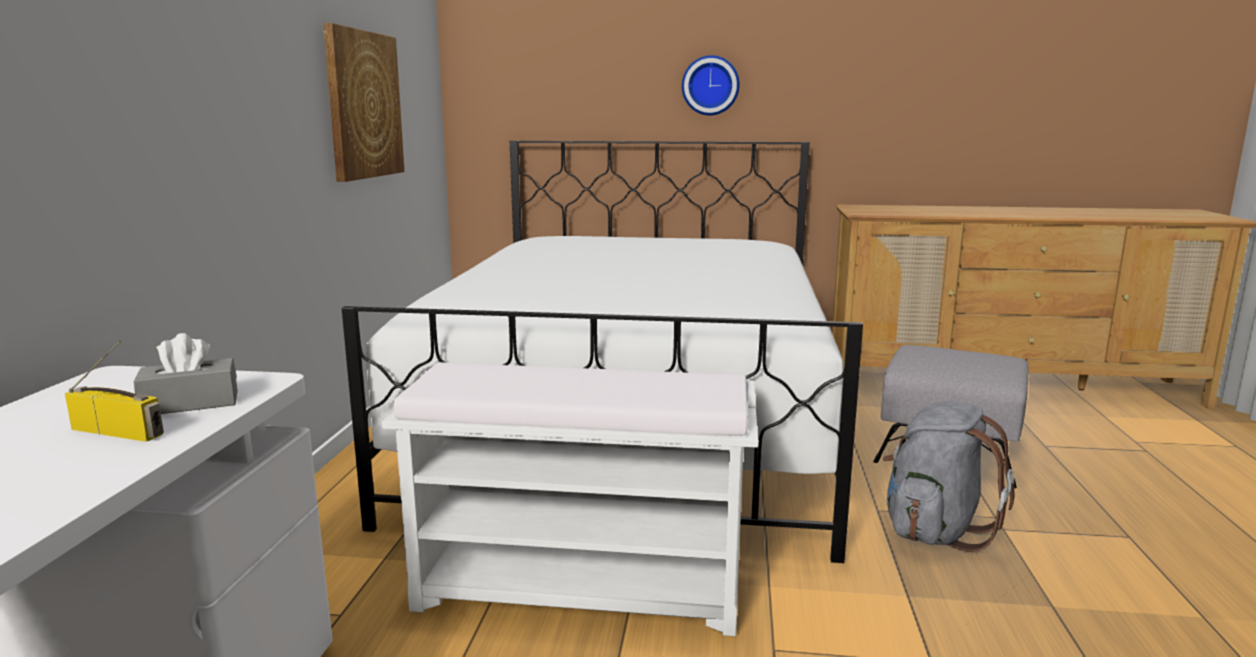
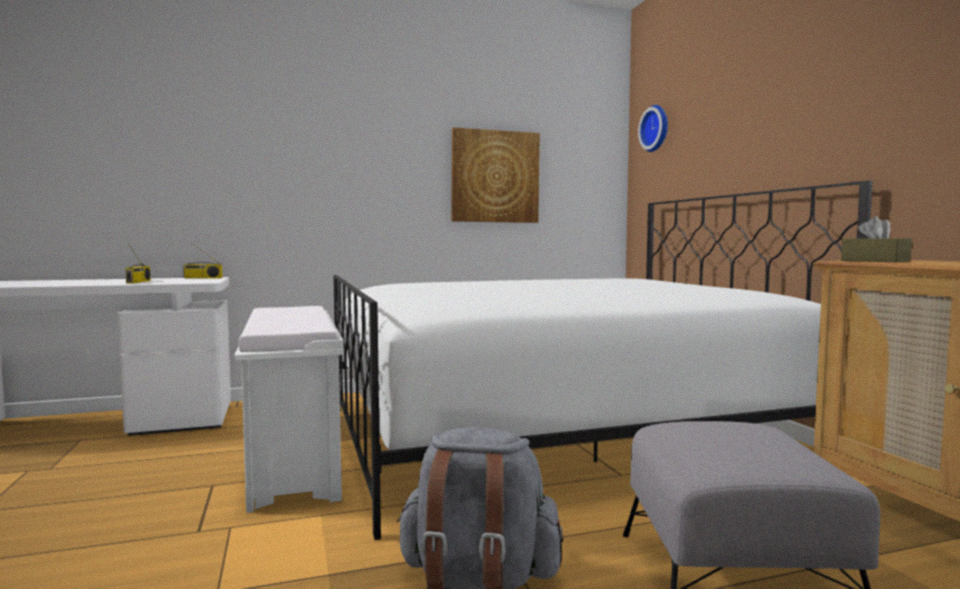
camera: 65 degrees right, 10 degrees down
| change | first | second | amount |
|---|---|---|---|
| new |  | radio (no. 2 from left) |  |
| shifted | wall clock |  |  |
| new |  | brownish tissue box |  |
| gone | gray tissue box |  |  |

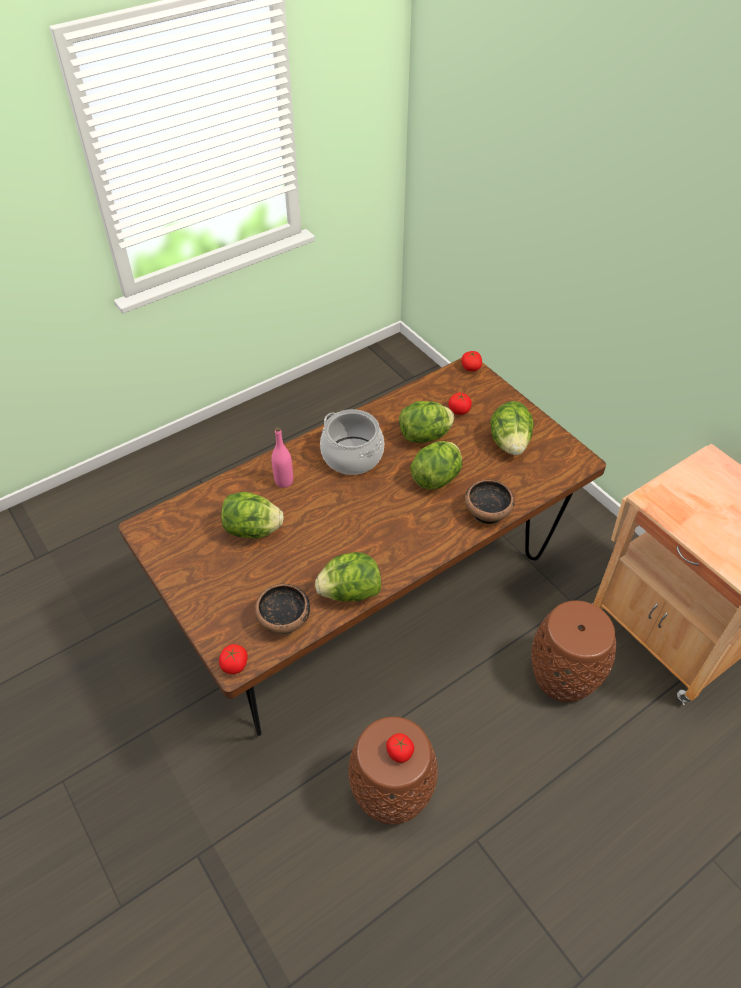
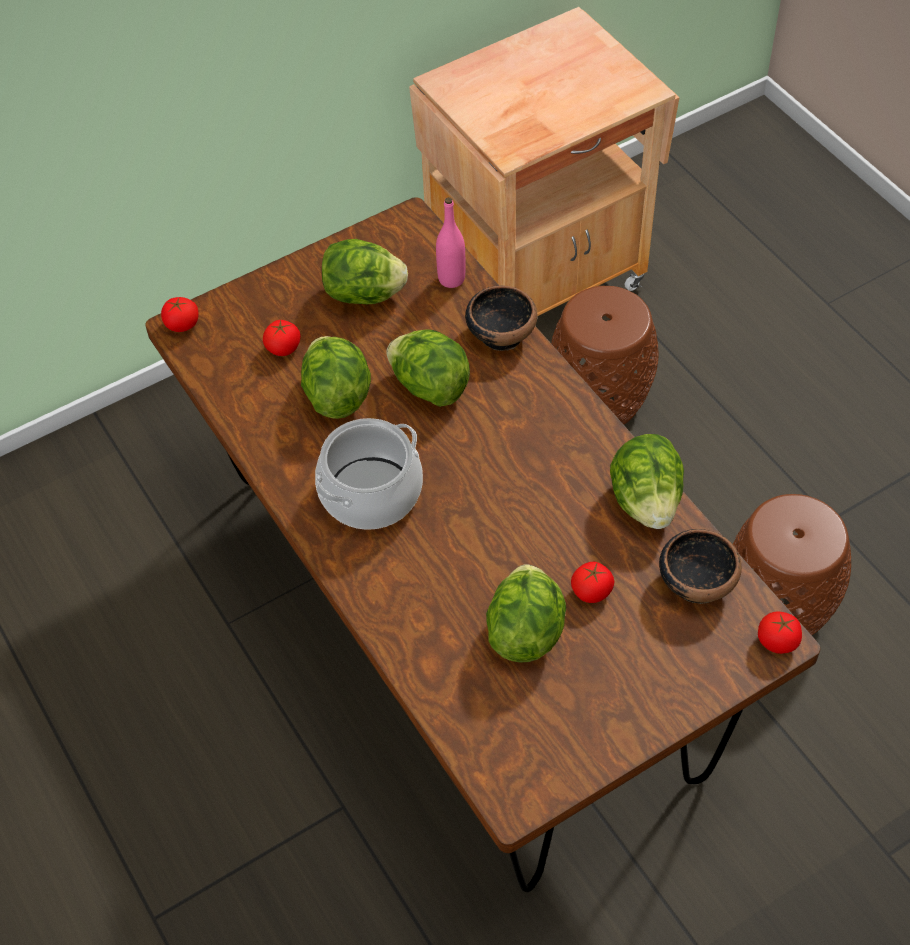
camera: 85 degrees left, 5 degrees up
| change | first | second | amount |
|---|---|---|---|
| shifted | pink drink bottle |  |  |
| shifted | fresh tomato (no. 2 from left in the first image) | fresh tomato (no. 3 from left) |  |

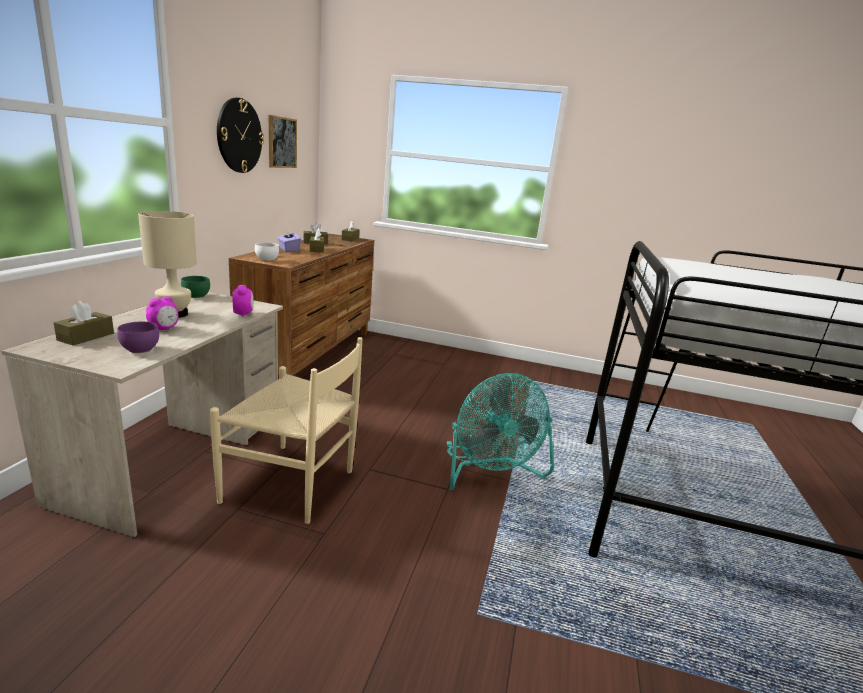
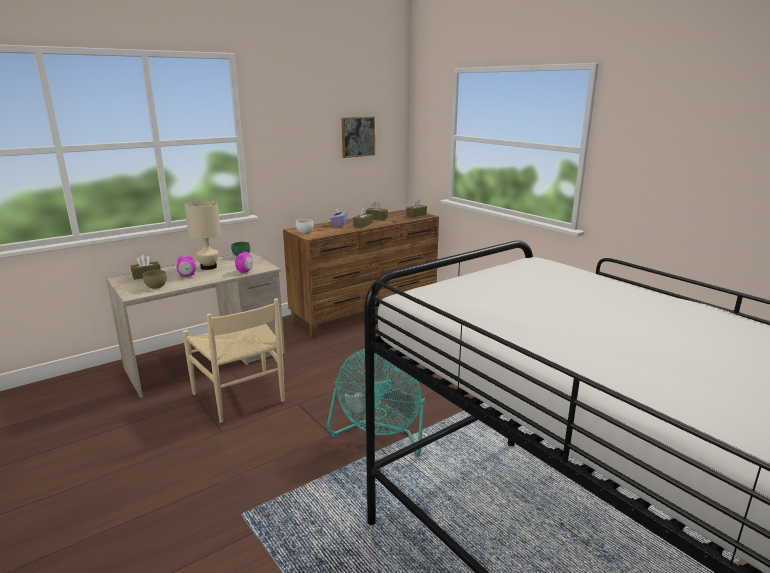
camera: 40 degrees right, 0 degrees up
| change | first | second | amount |
|---|---|---|---|
| repainted | purple-coloured serving bowl | brownish serving bowl |  |
| gone | wall clock |  |  |

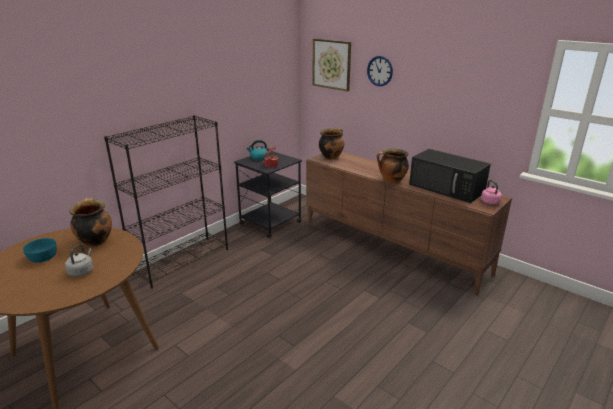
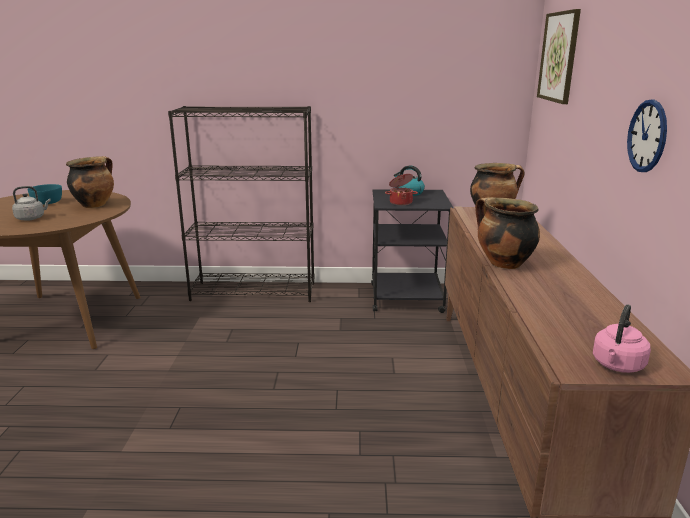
camera: 50 degrees right, 5 degrees down
| change | first | second | amount |
|---|---|---|---|
| shifted | wall clock |  |  |
| gone | black-coloured kitchen microwave |  |  |

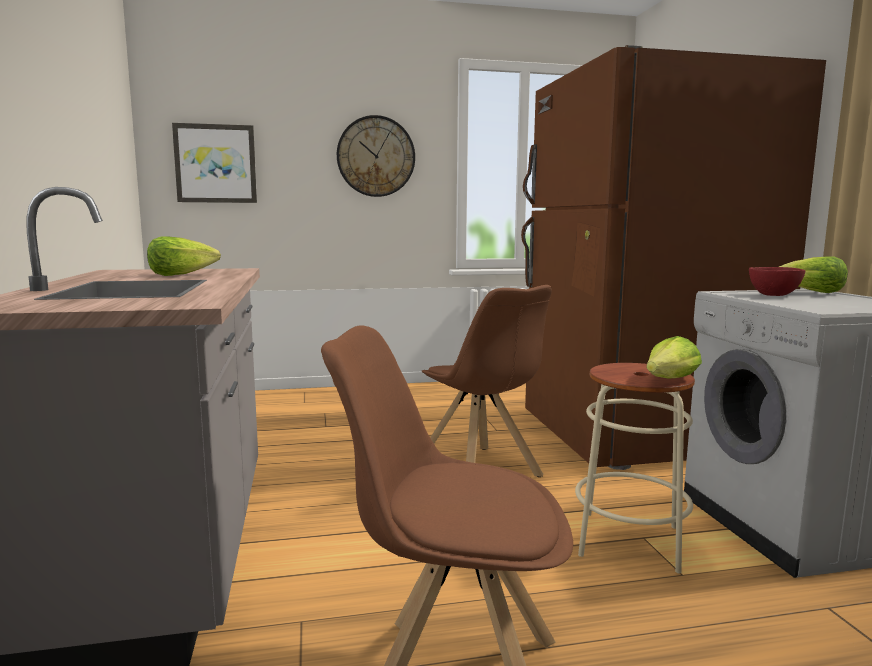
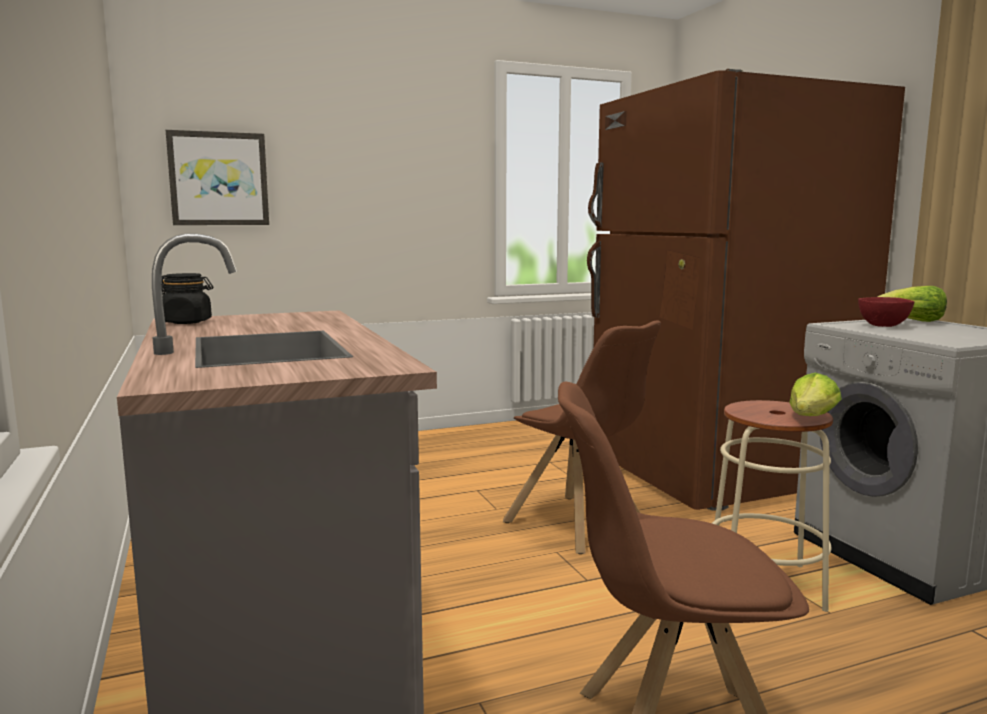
camera: 10 degrees left, 0 degrees up
| change | first | second | amount |
|---|---|---|---|
| new |  | black-coloured jar |  |
| gone | head of lettuce (no. 1 from left) |  |  |
| gone | wall clock |  |  |

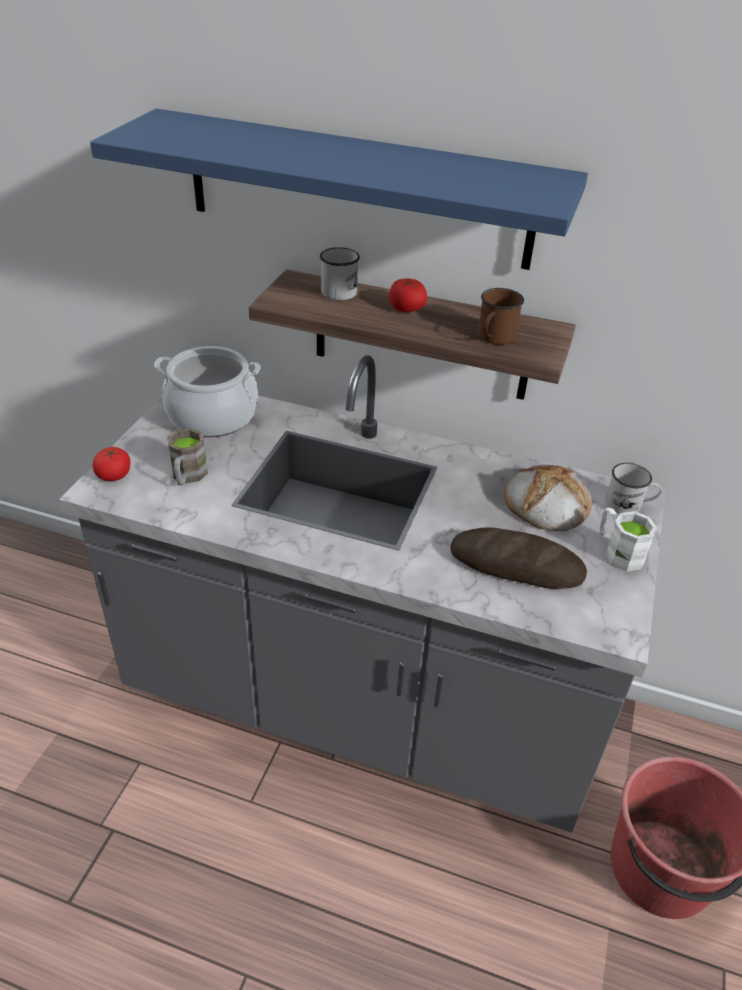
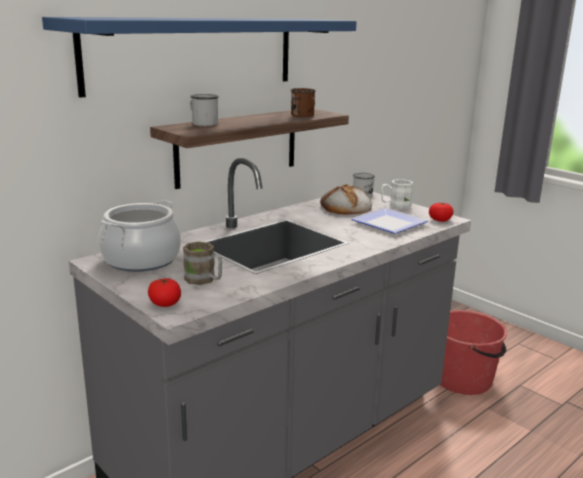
camera: 60 degrees left, 20 degrees down
| change | first | second | amount |
|---|---|---|---|
| swapped | bakery bread (no. 1 from left) | plate |  |
| shifted | fresh tomato (no. 2 from left) |  |  |

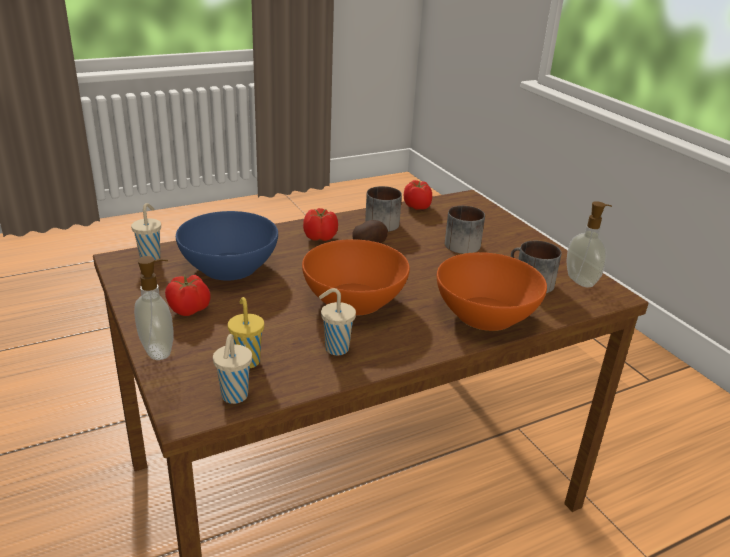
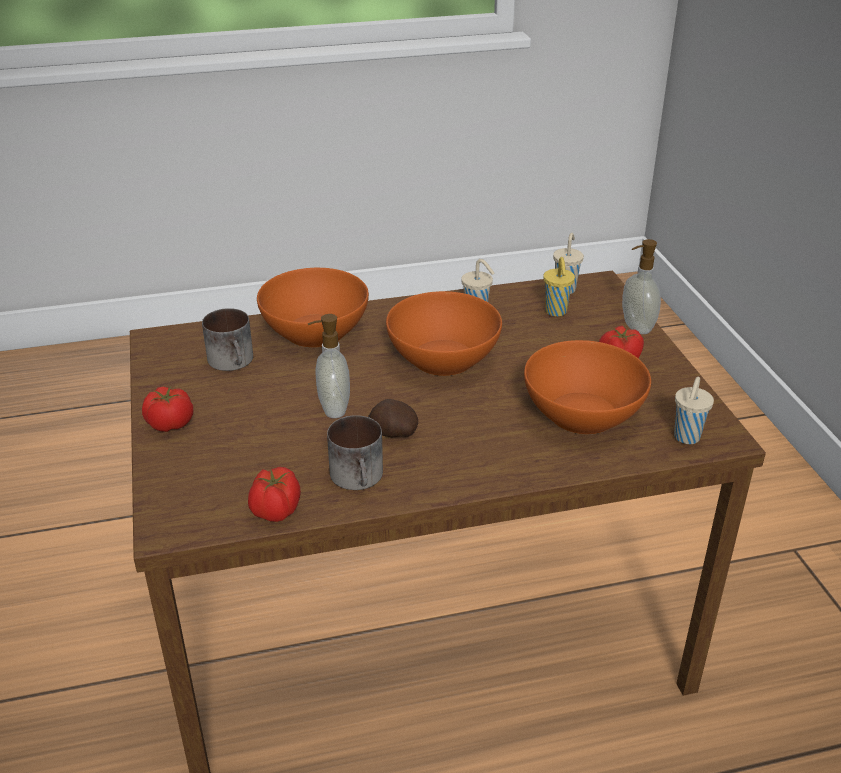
camera: 165 degrees left, 5 degrees up
| change | first | second | amount |
|---|---|---|---|
| shifted | fresh tomato (no. 2 from left in the first image) | fresh tomato (no. 1 from left) |  |
| shifted | soap dispenser (no. 2 from left in the first image) | soap dispenser (no. 1 from left) |  |
| repainted | blue serving bowl | orange-coloured serving bowl (no. 3 from left) |  |
| gone | mug (no. 2 from left) |  |  |

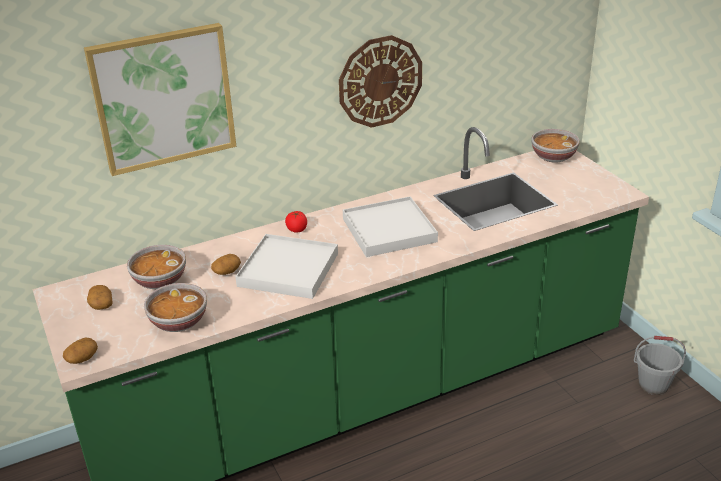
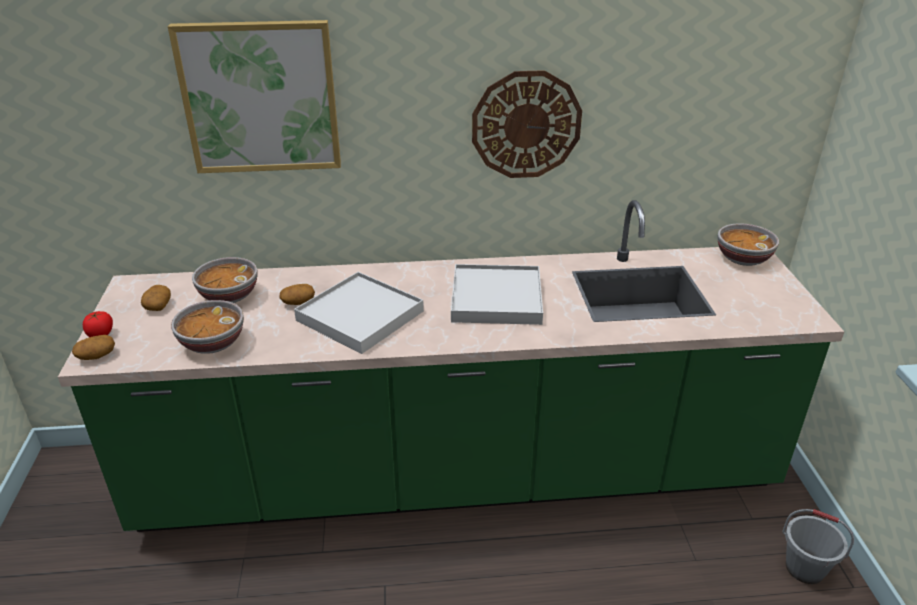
camera: 20 degrees right, 0 degrees up
| change | first | second | amount |
|---|---|---|---|
| shifted | fresh tomato |  |  |

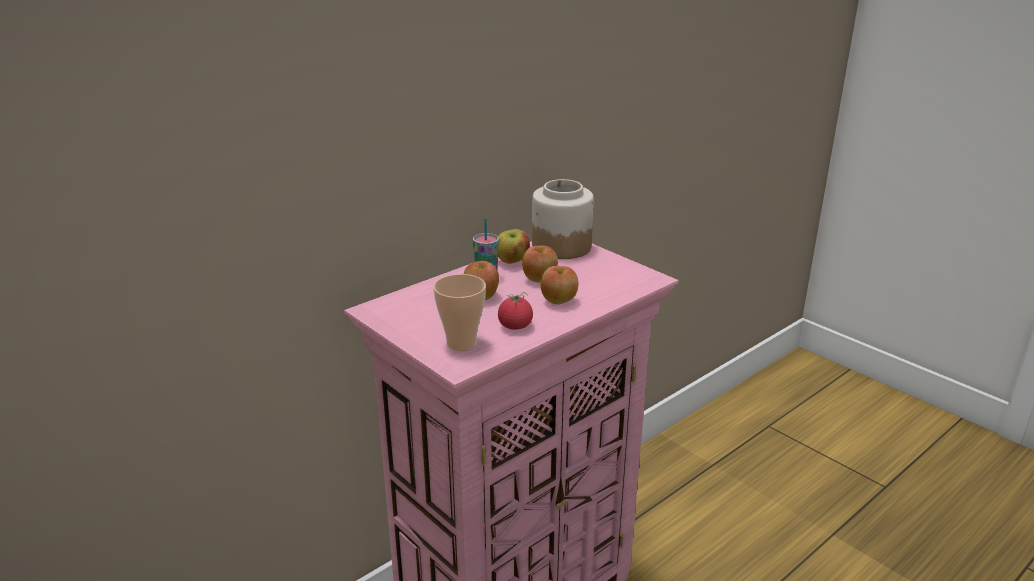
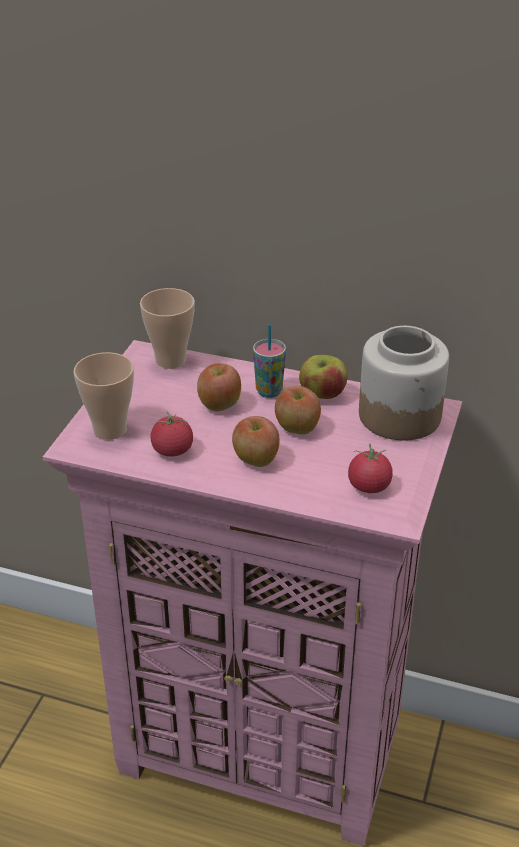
camera: 60 degrees right, 10 degrees up
| change | first | second | amount |
|---|---|---|---|
| new |  | small cup (no. 2 from left) |  |
| new |  | fresh tomato (no. 2 from left) |  |

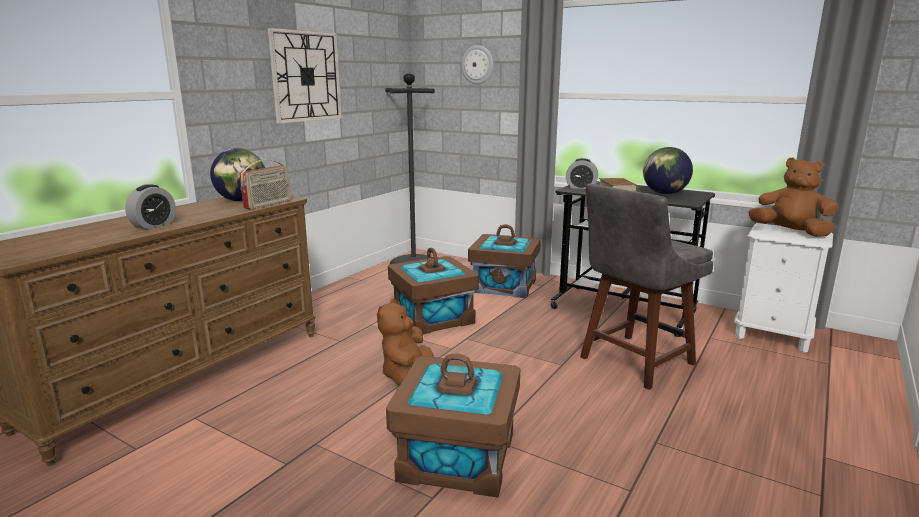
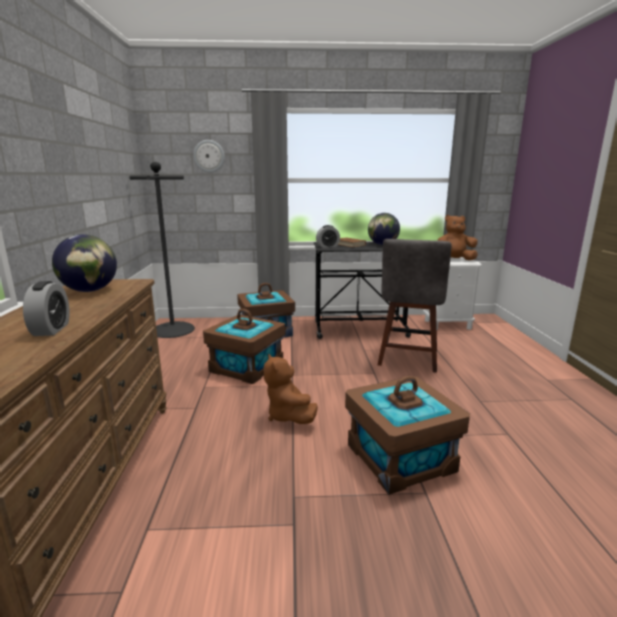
camera: 35 degrees left, 0 degrees up
| change | first | second | amount |
|---|---|---|---|
| gone | radio |  |  |
| gone | wall clock (no. 1 from left) |  |  |

